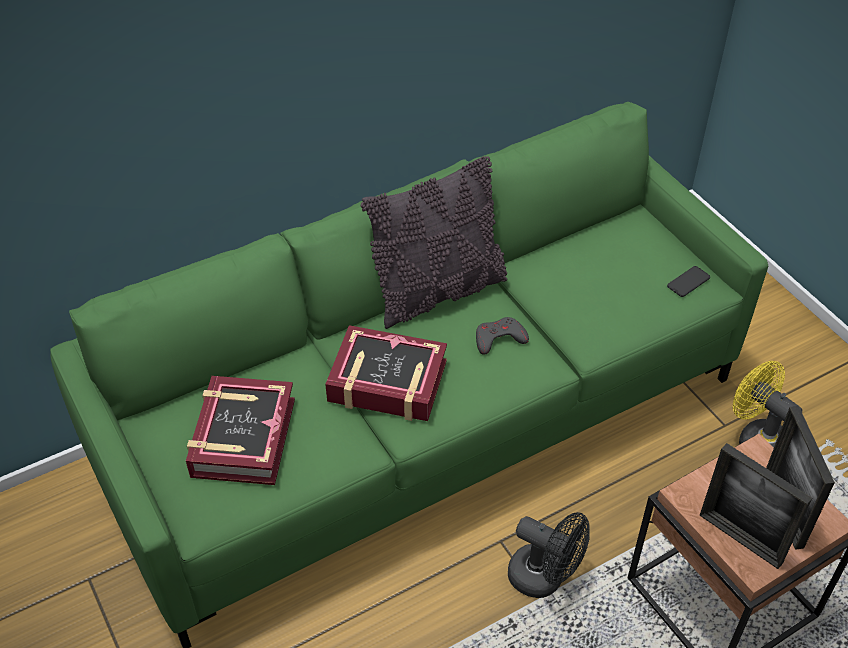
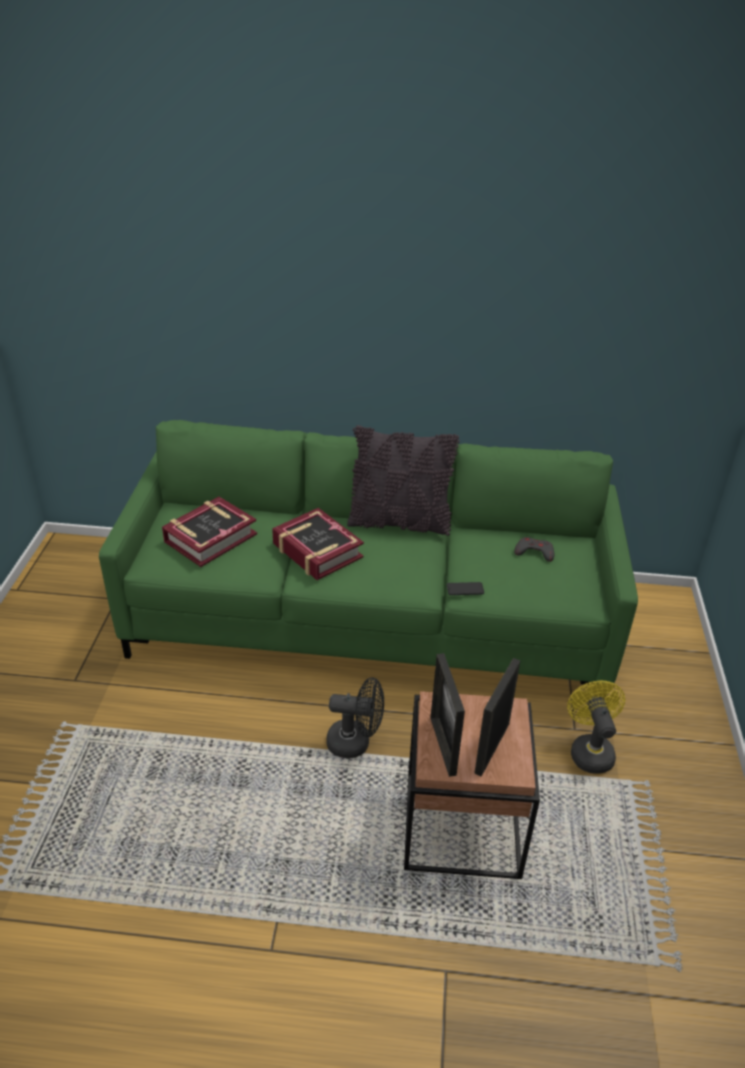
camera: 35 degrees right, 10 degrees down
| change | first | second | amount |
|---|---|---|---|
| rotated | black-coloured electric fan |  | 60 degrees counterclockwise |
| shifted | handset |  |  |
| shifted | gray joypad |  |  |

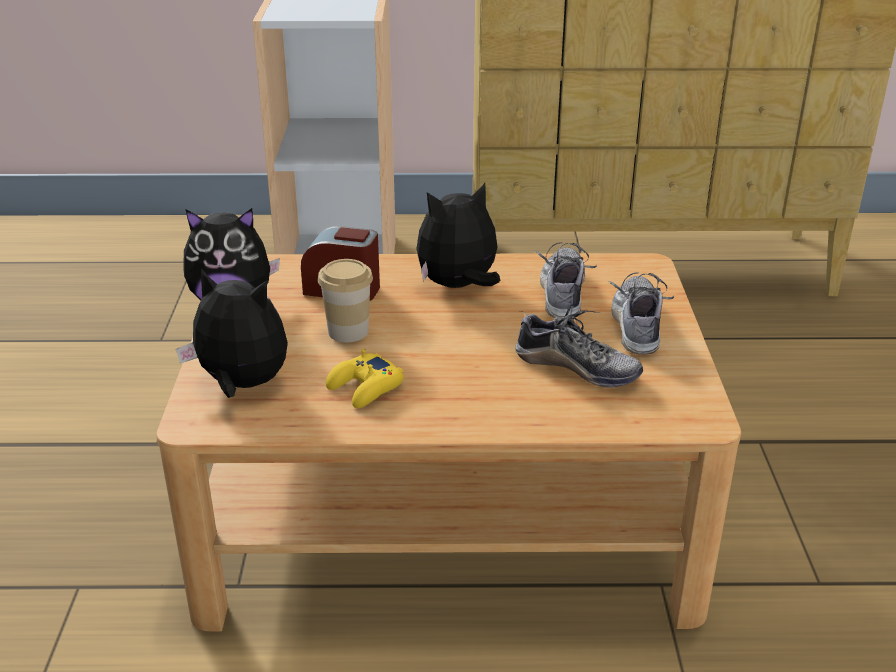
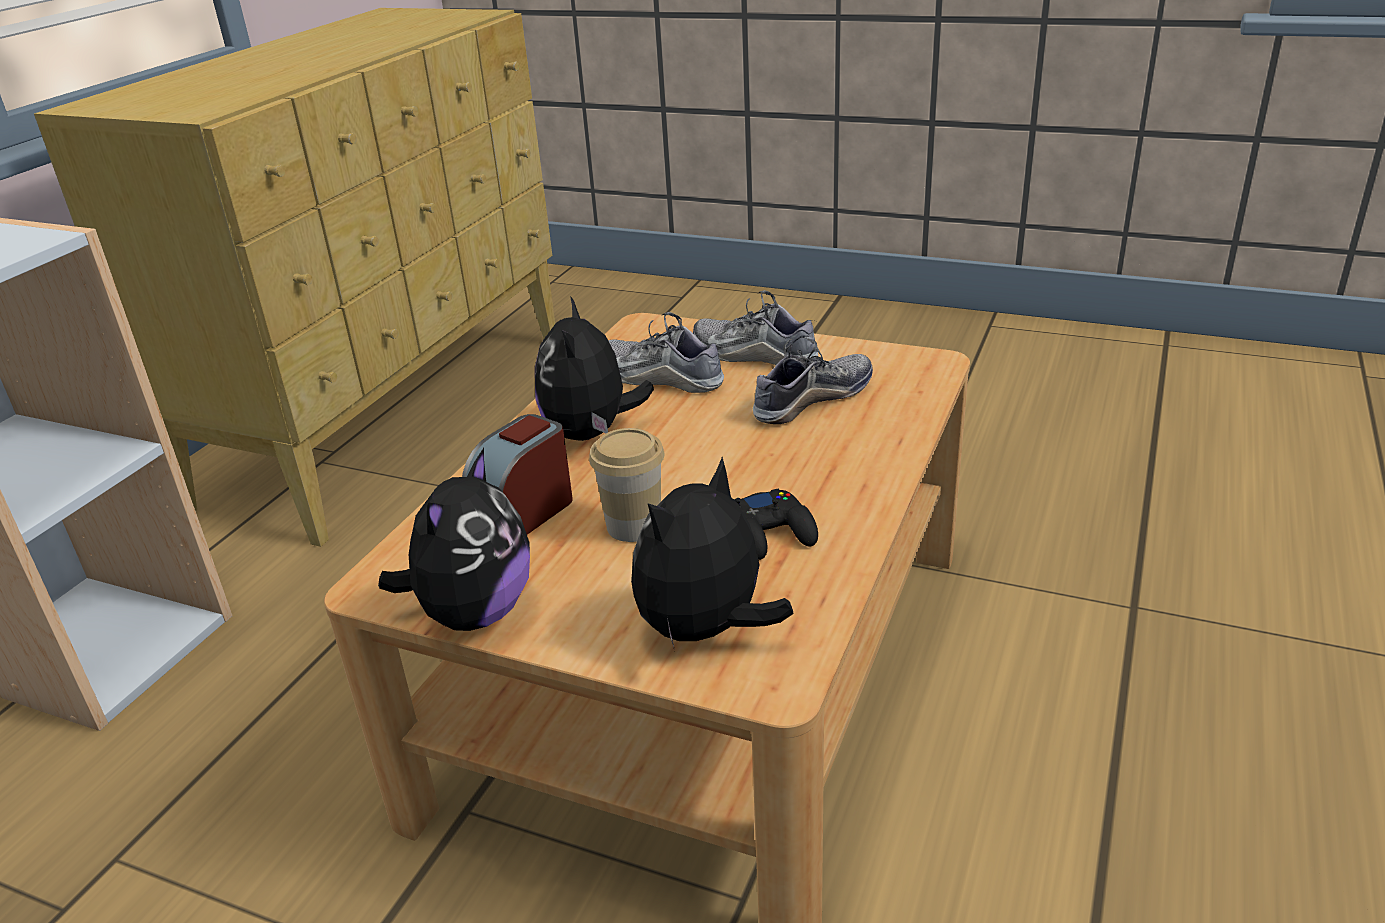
camera: 65 degrees left, 0 degrees up
| change | first | second | amount |
|---|---|---|---|
| repainted | yellowish joypad | black-coloured joypad |  |

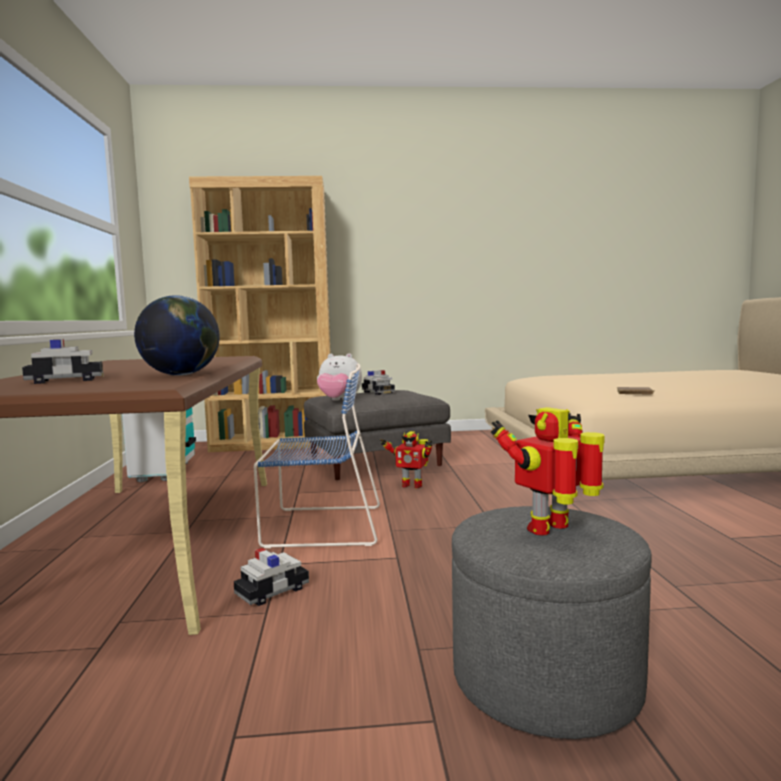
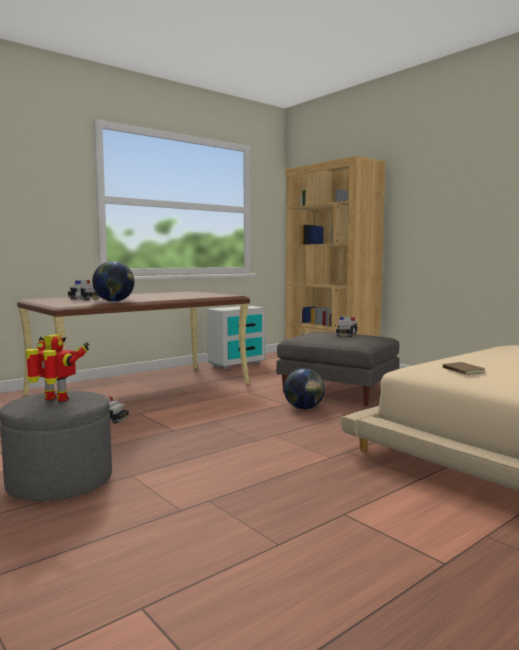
camera: 55 degrees right, 0 degrees up
| change | first | second | amount |
|---|---|---|---|
| swapped | model robot (no. 1 from left) | world globe (no. 2 from left) |  |
| gone | blue chair |  |  |
| gone | cuddly toy |  |  |

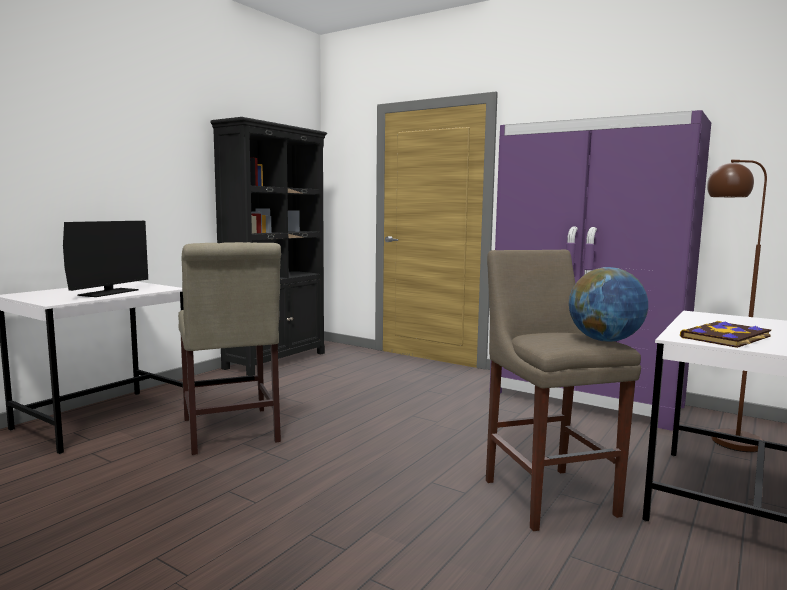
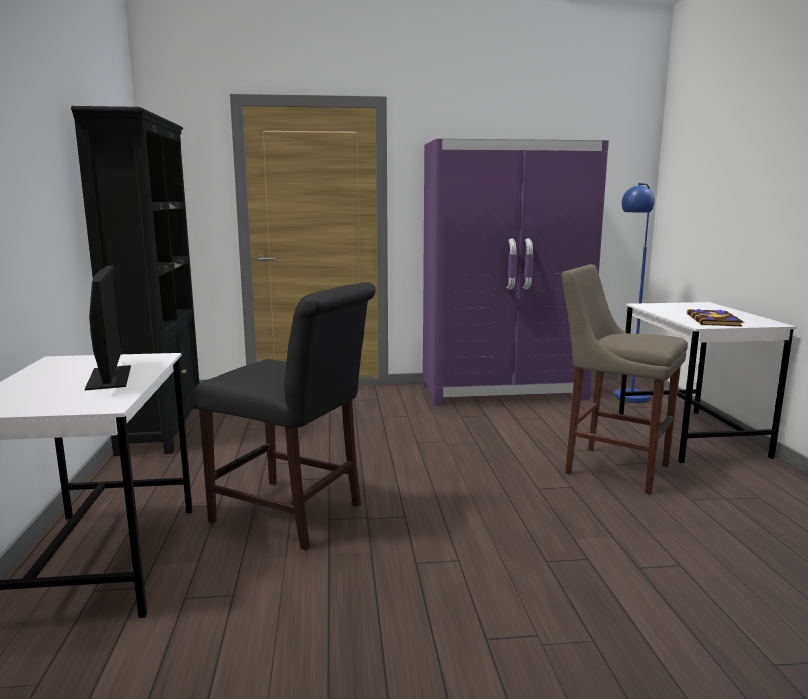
camera: 40 degrees left, 5 degrees up
| change | first | second | amount |
|---|---|---|---|
| repainted | beige-coloured chair | black-coloured chair |  |
| repainted | brownish standing lamp | blue standing lamp |  |
| gone | world globe |  |  |

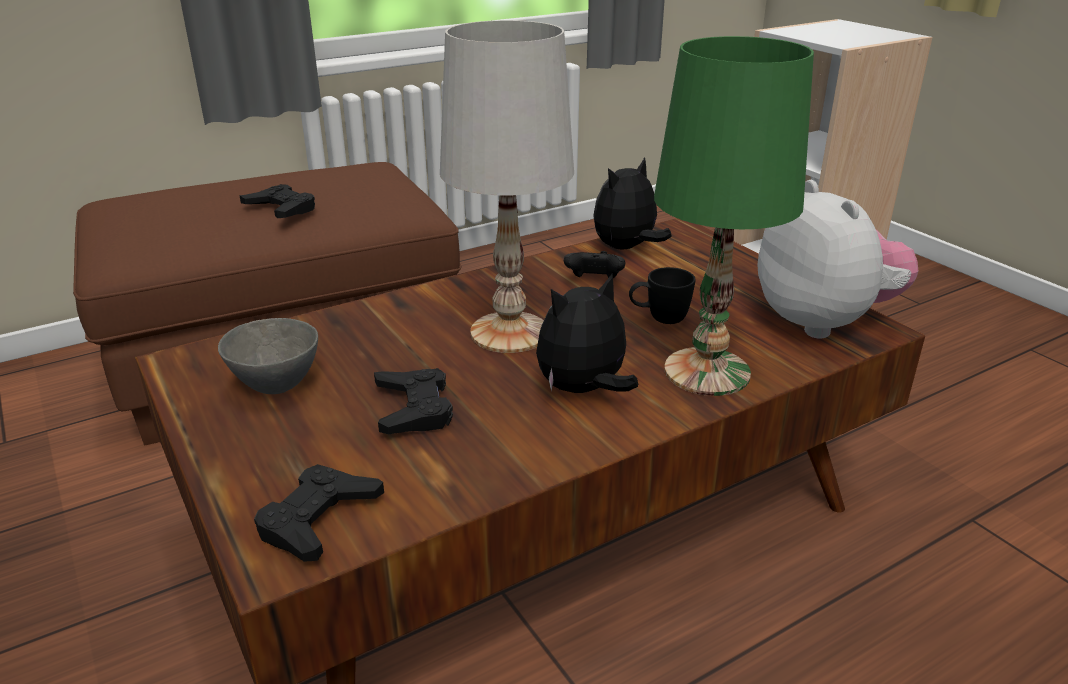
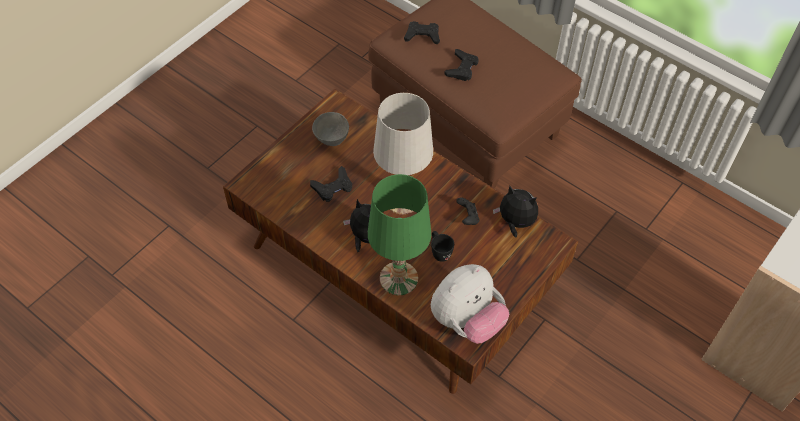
camera: 70 degrees right, 25 degrees up
| change | first | second | amount |
|---|---|---|---|
| shifted | black-coloured joypad (no. 2 from left) |  |  |

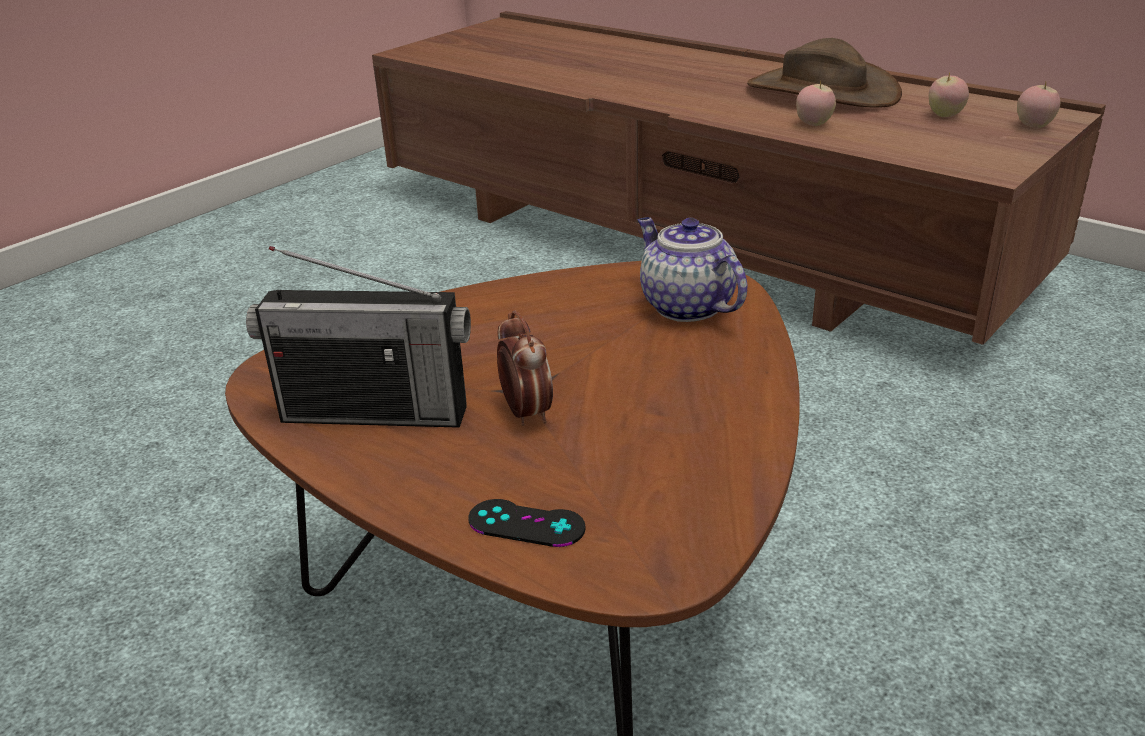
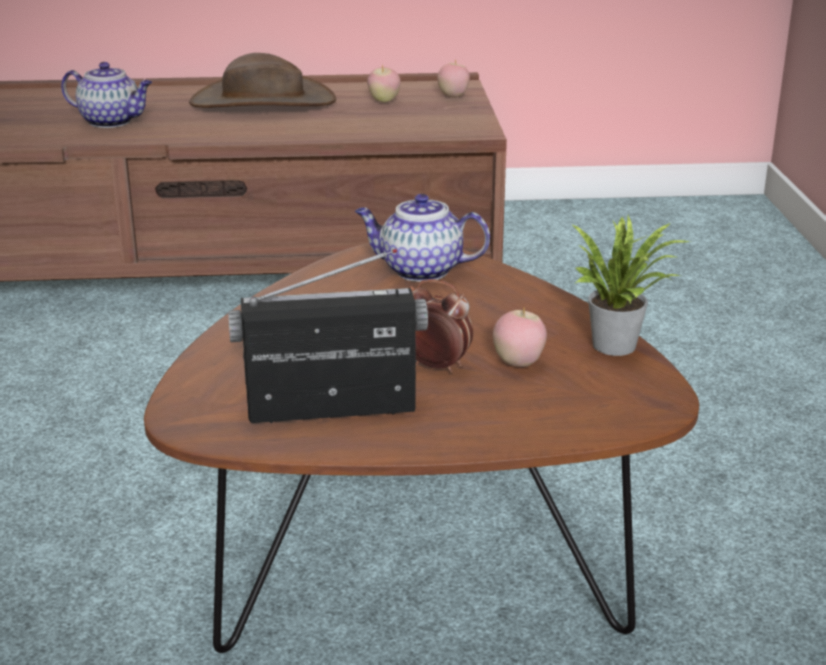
camera: 45 degrees left, 5 degrees down
| change | first | second | amount |
|---|---|---|---|
| new |  | teapot (no. 1 from left) |  |
| rotated | radio |  | 150 degrees counterclockwise |
| shifted | whole apple (no. 1 from left in the first image) | whole apple (no. 3 from left) |  |
| new |  | plant in a pot |  |
| gone | black-coloured joypad |  |  |

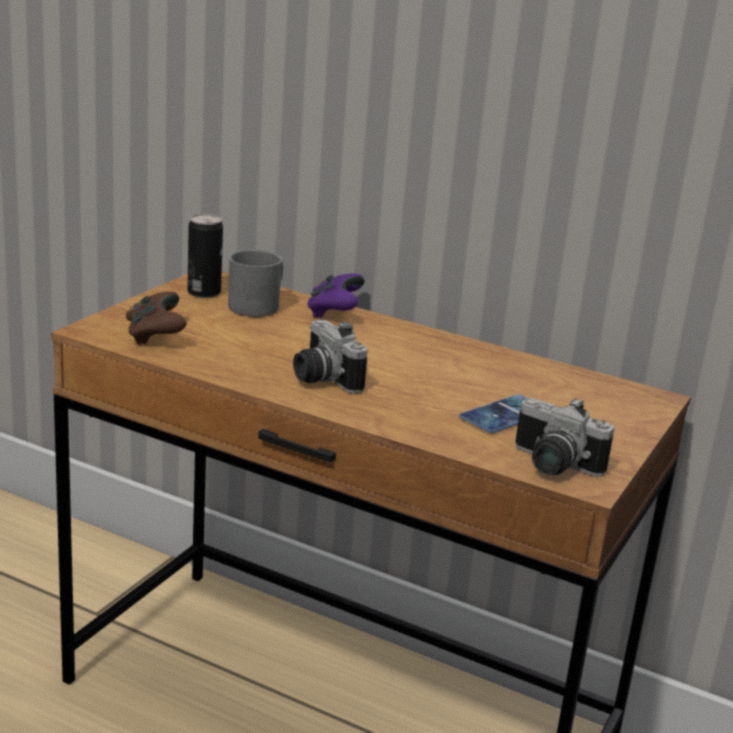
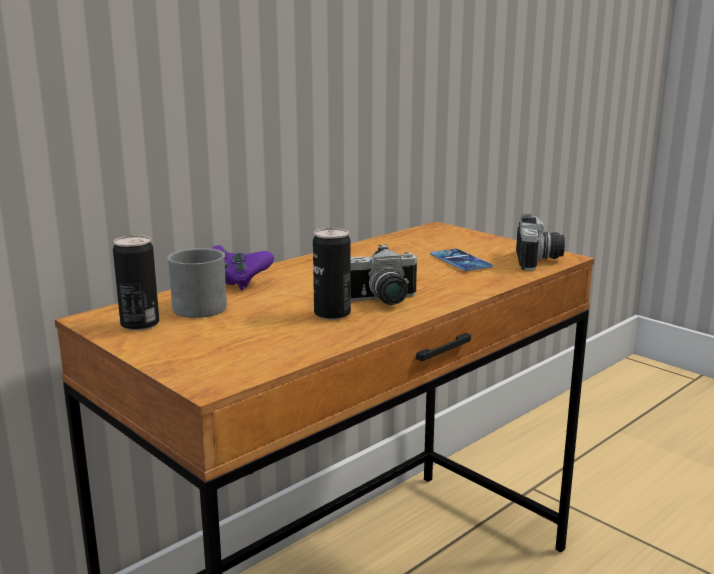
camera: 70 degrees left, 5 degrees down
| change | first | second | amount |
|---|---|---|---|
| new |  | sealed can (no. 2 from left) |  |
| rotated | photo camera (no. 2 from left) |  | 45 degrees counterclockwise |
| gone | brownish joypad |  |  |

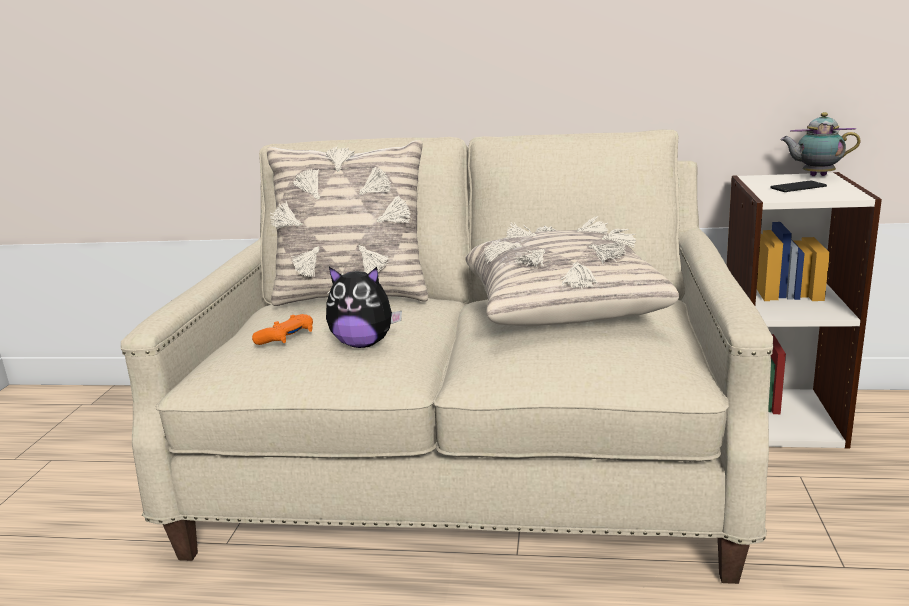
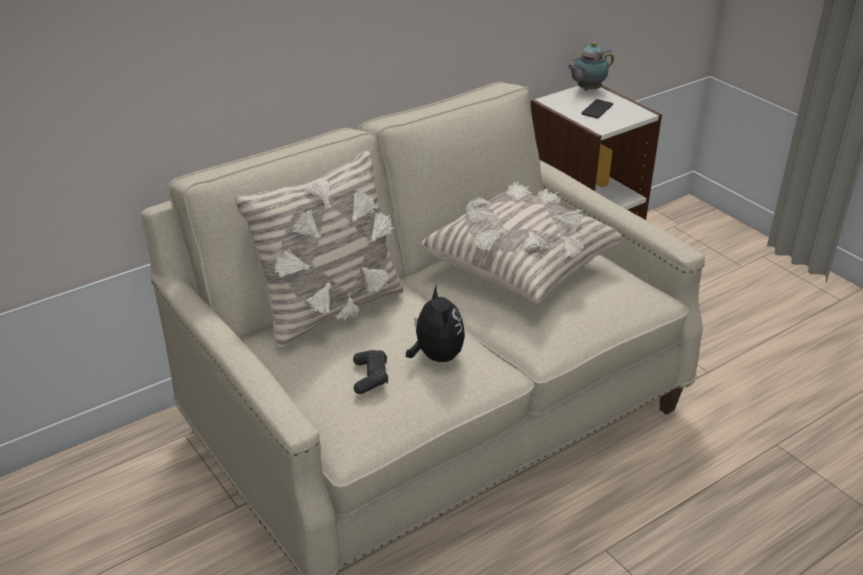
camera: 45 degrees left, 15 degrees up
| change | first | second | amount |
|---|---|---|---|
| repainted | orange-coloured joypad | black-coloured joypad |  |
| rotated | cuddly toy |  | 75 degrees counterclockwise |

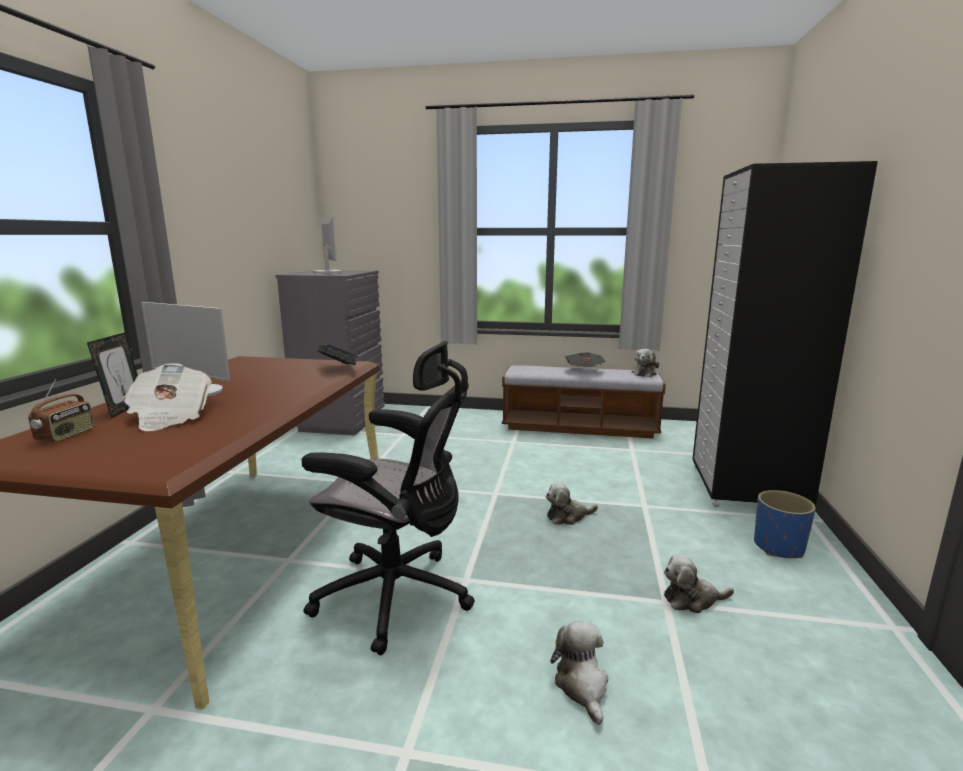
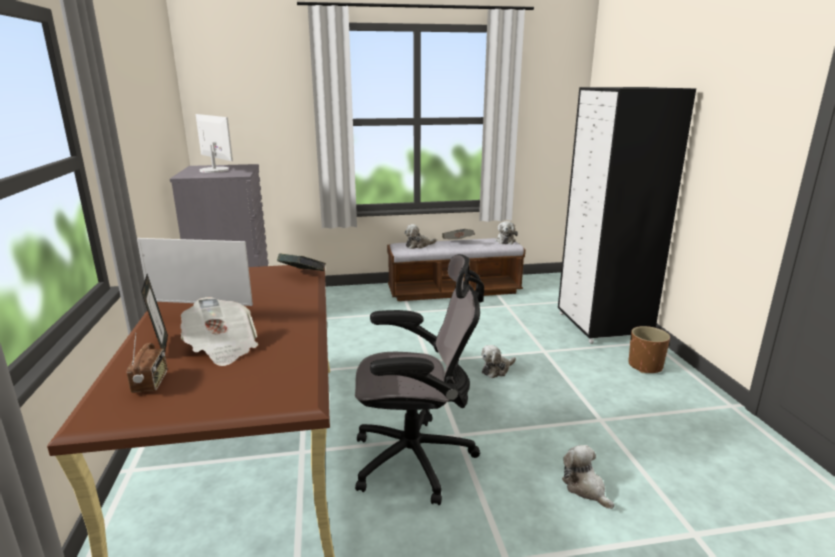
camera: 20 degrees left, 5 degrees up
| change | first | second | amount |
|---|---|---|---|
| shifted | cuddly toy (no. 4 from left in the first image) | cuddly toy (no. 1 from left) |  |
| repainted | blue flower pot | brownish flower pot |  |

